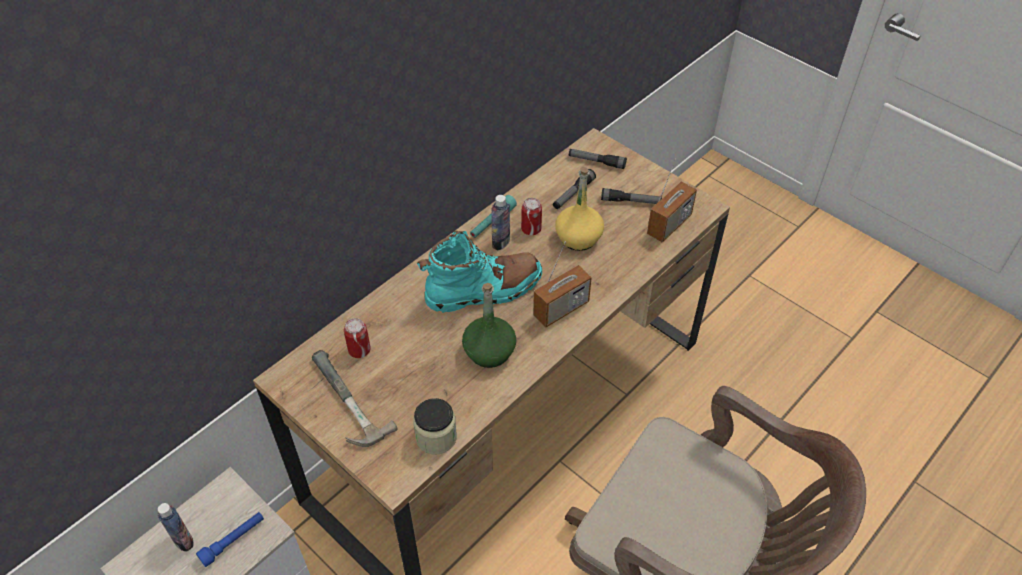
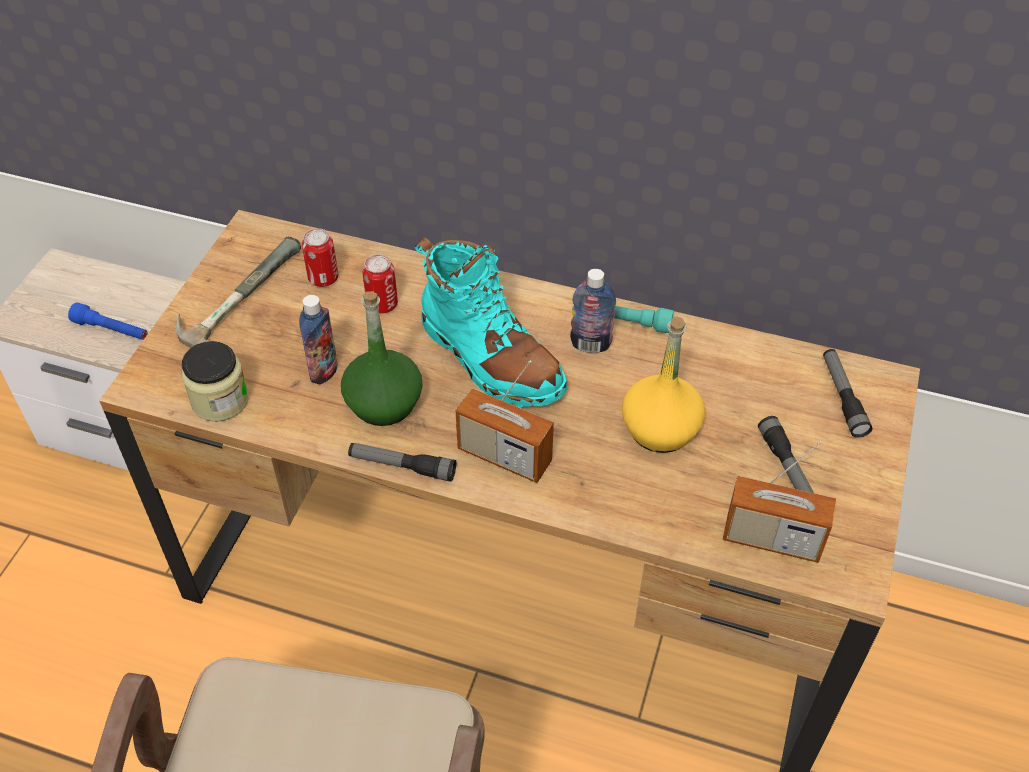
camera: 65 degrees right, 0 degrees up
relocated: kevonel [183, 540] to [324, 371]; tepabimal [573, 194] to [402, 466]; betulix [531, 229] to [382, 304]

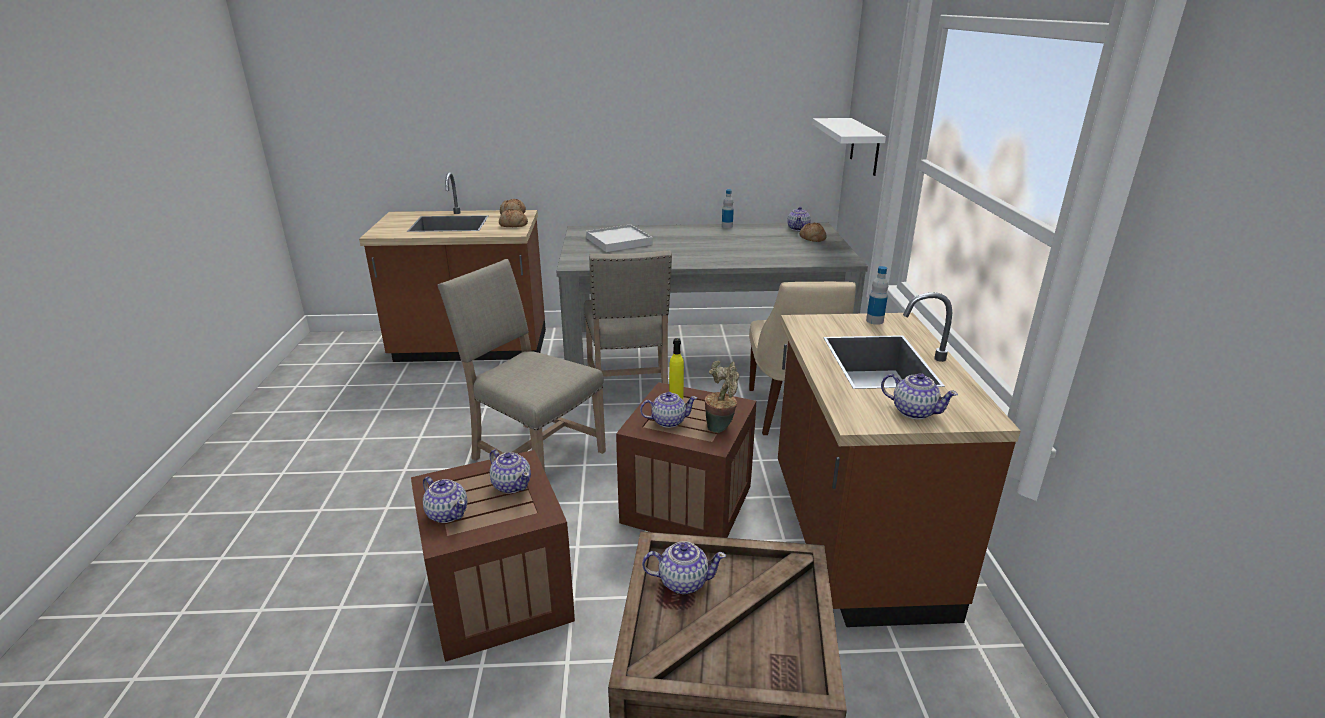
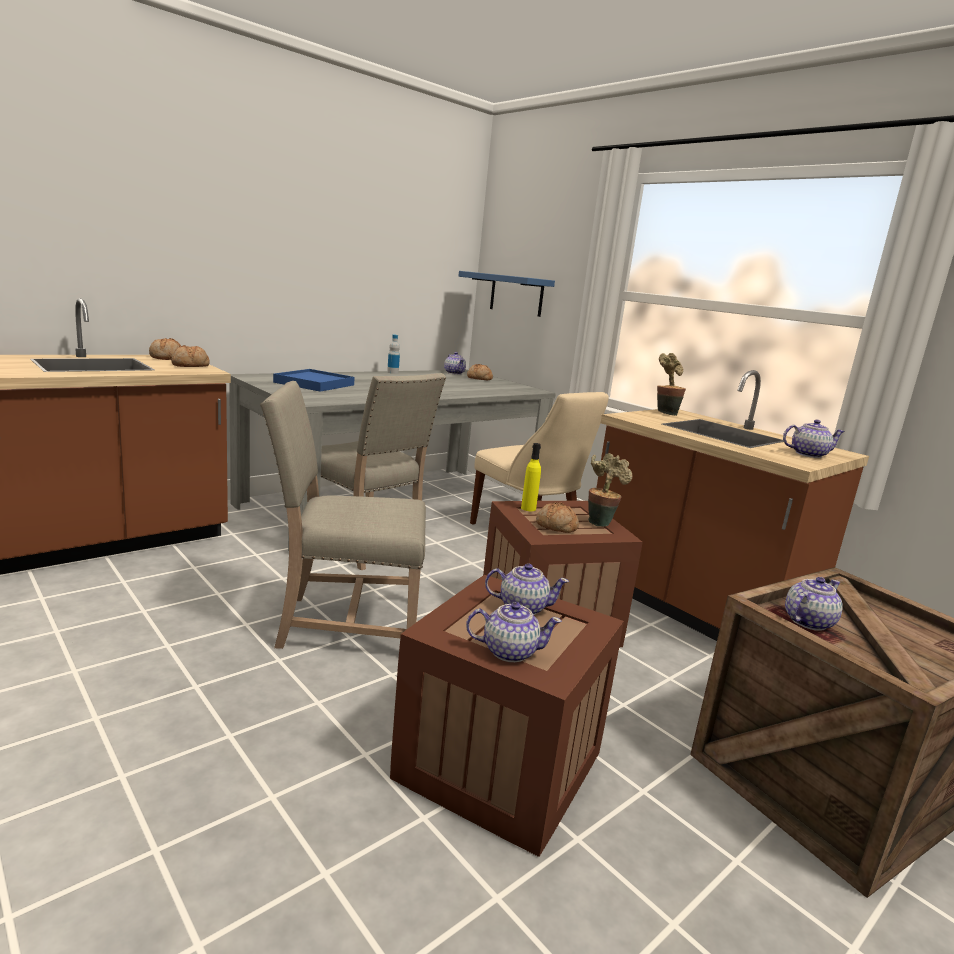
camera: 40 degrees left, 10 degrees down
exchanged: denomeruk [668, 421] to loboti [556, 526]; kevonel [874, 321] to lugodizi [665, 413]
colour: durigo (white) [619, 241] to durigo (blue) [314, 384]; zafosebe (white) [865, 146] to zafosebe (blue) [516, 294]

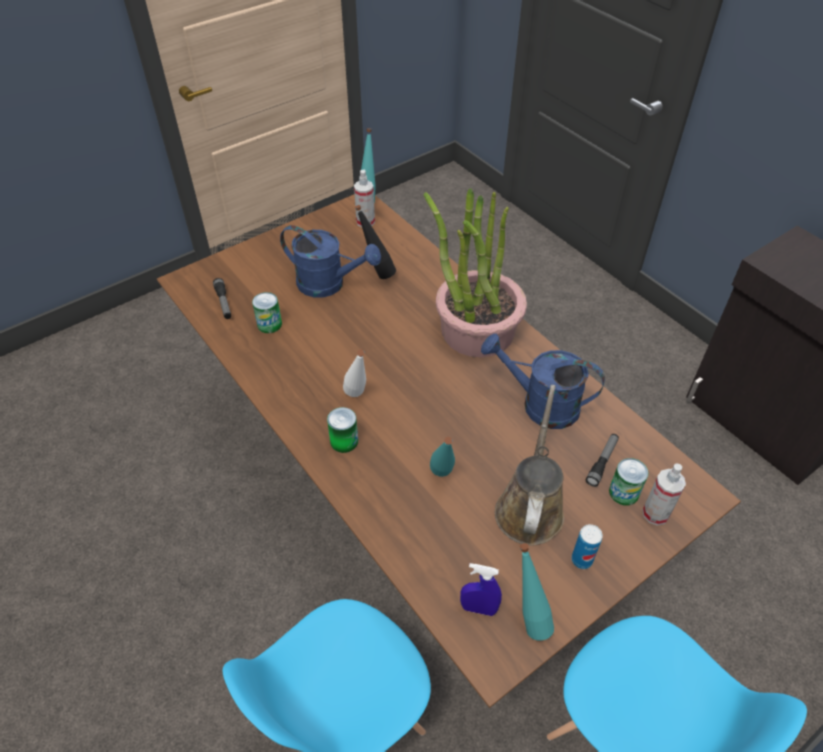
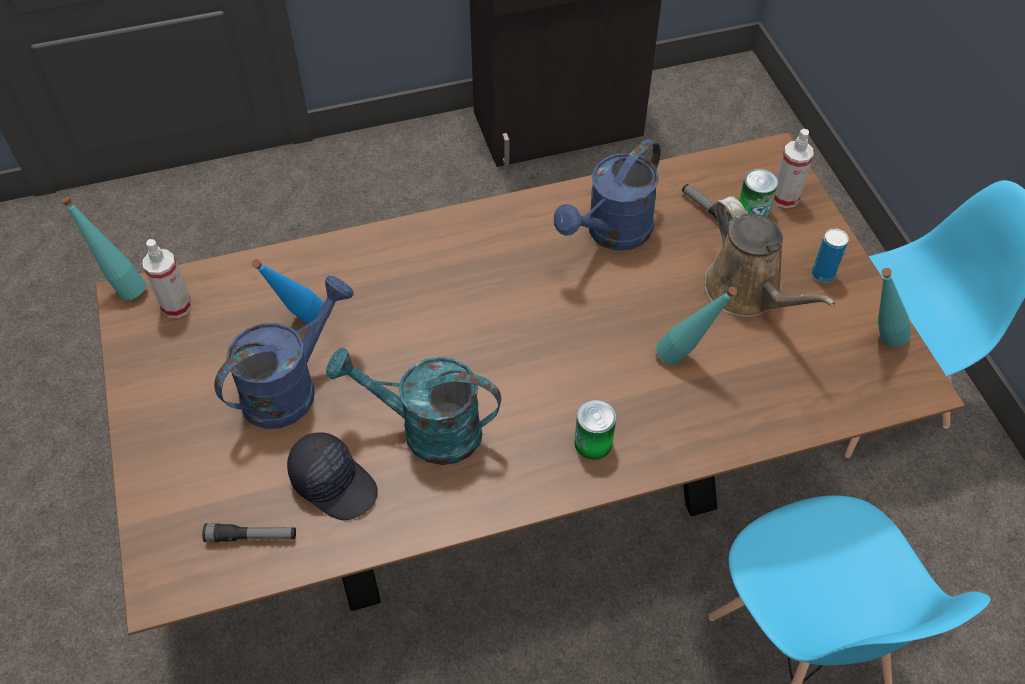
camera: 70 degrees left, 5 degrees up
missing: kevonel (white) [358, 398]; lugodizi [476, 330]; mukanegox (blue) [478, 608]
appeared: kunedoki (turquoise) [427, 430]
exchanged: betulix [269, 324] to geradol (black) [334, 482]
colour: kevonel (black) [377, 273] to kevonel (blue) [299, 323]
spun: kunedoki (brown) [530, 507] = [747, 293] 150 degrees counterclockwise

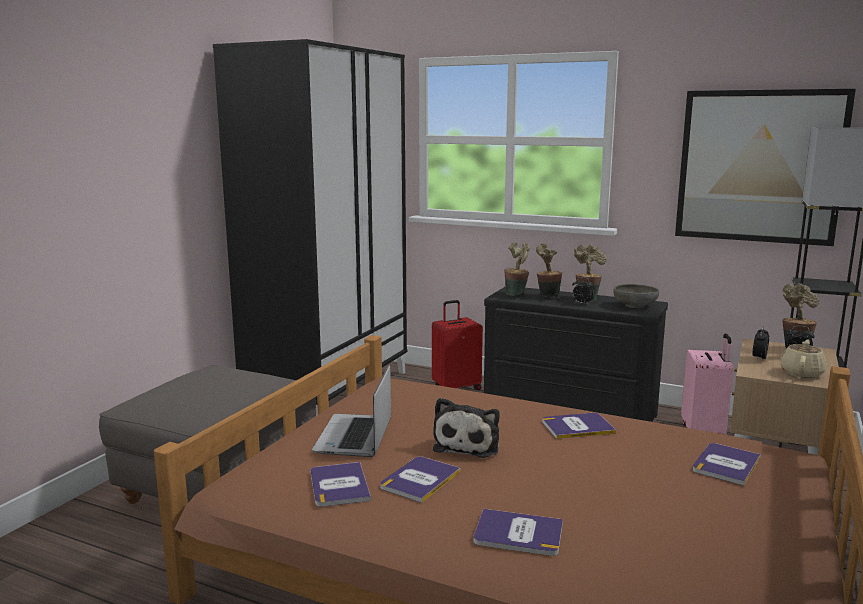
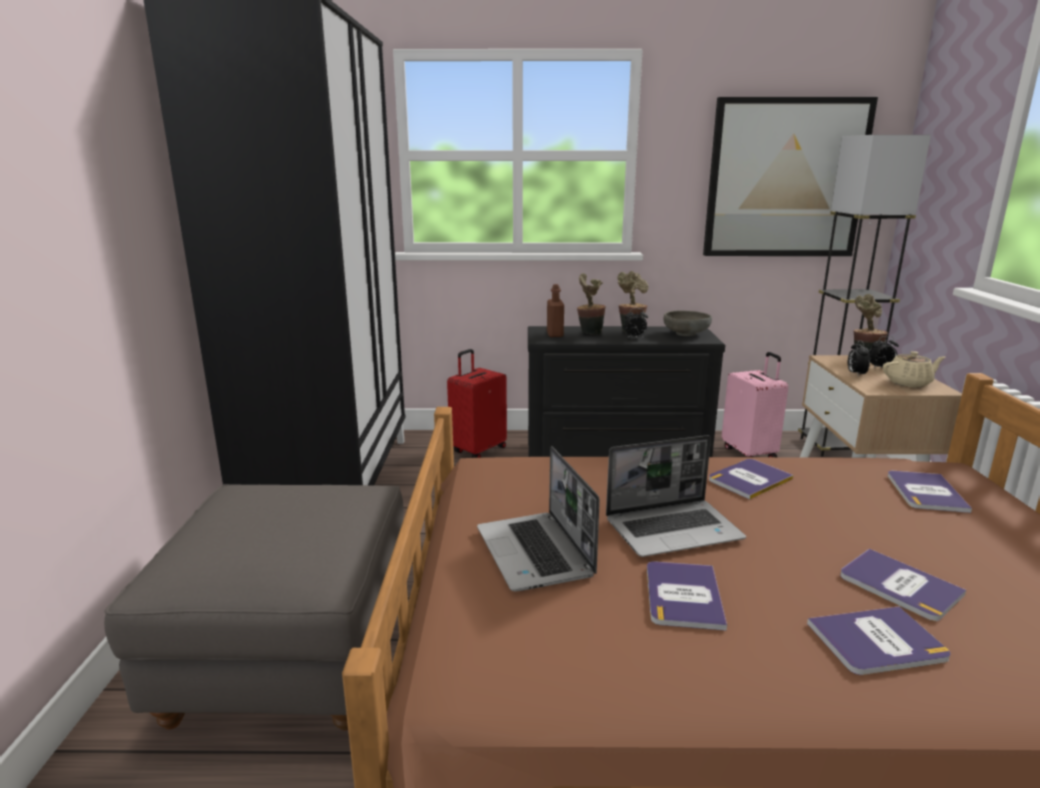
camera: 25 degrees left, 5 degrees up
relocated: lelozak [339, 485] to [899, 585]
exchanged: lugodizi [517, 294] to kevonel (brown) [555, 334]; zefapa [468, 444] to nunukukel [674, 529]
spun: denomeruk (beige) [802, 373] = [909, 383] 75 degrees clockwise

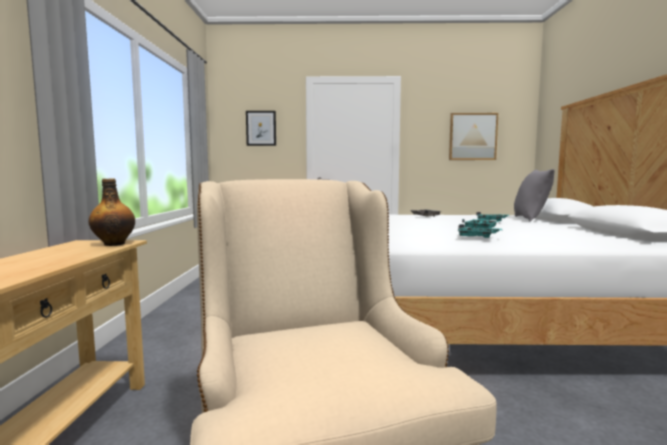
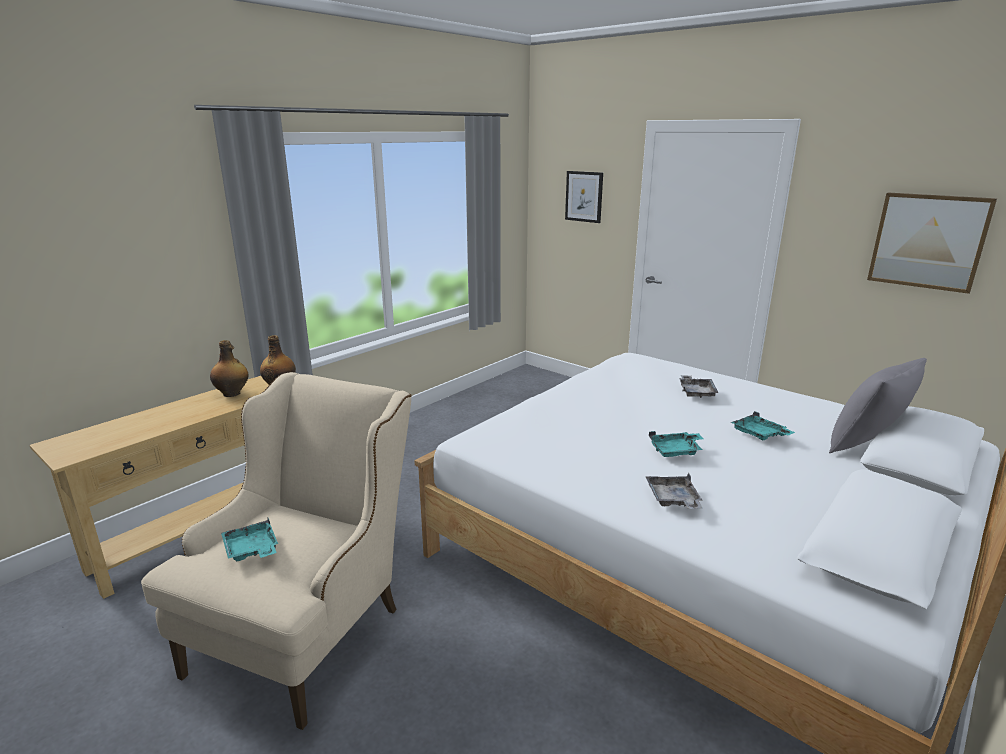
camera: 40 degrees right, 15 degrees up
appeared: kevonel [232, 394]; durigo (grey) [673, 499]
relocated: durigo (turquoise) [477, 237] to [252, 549]

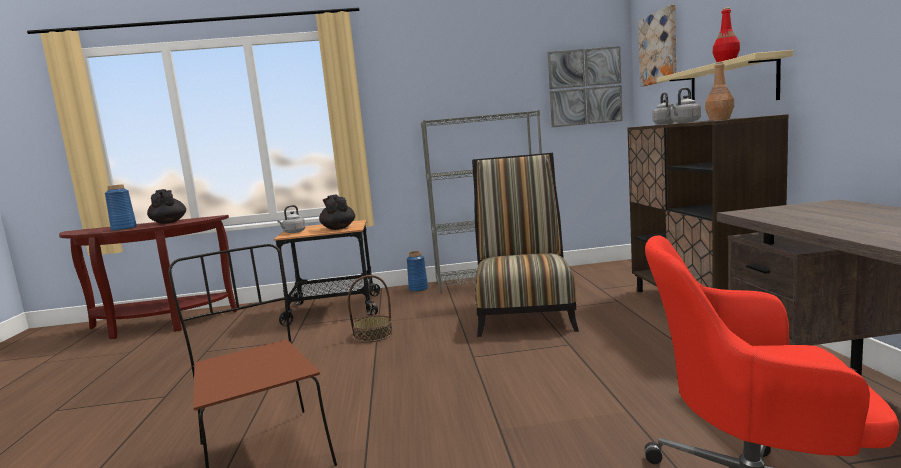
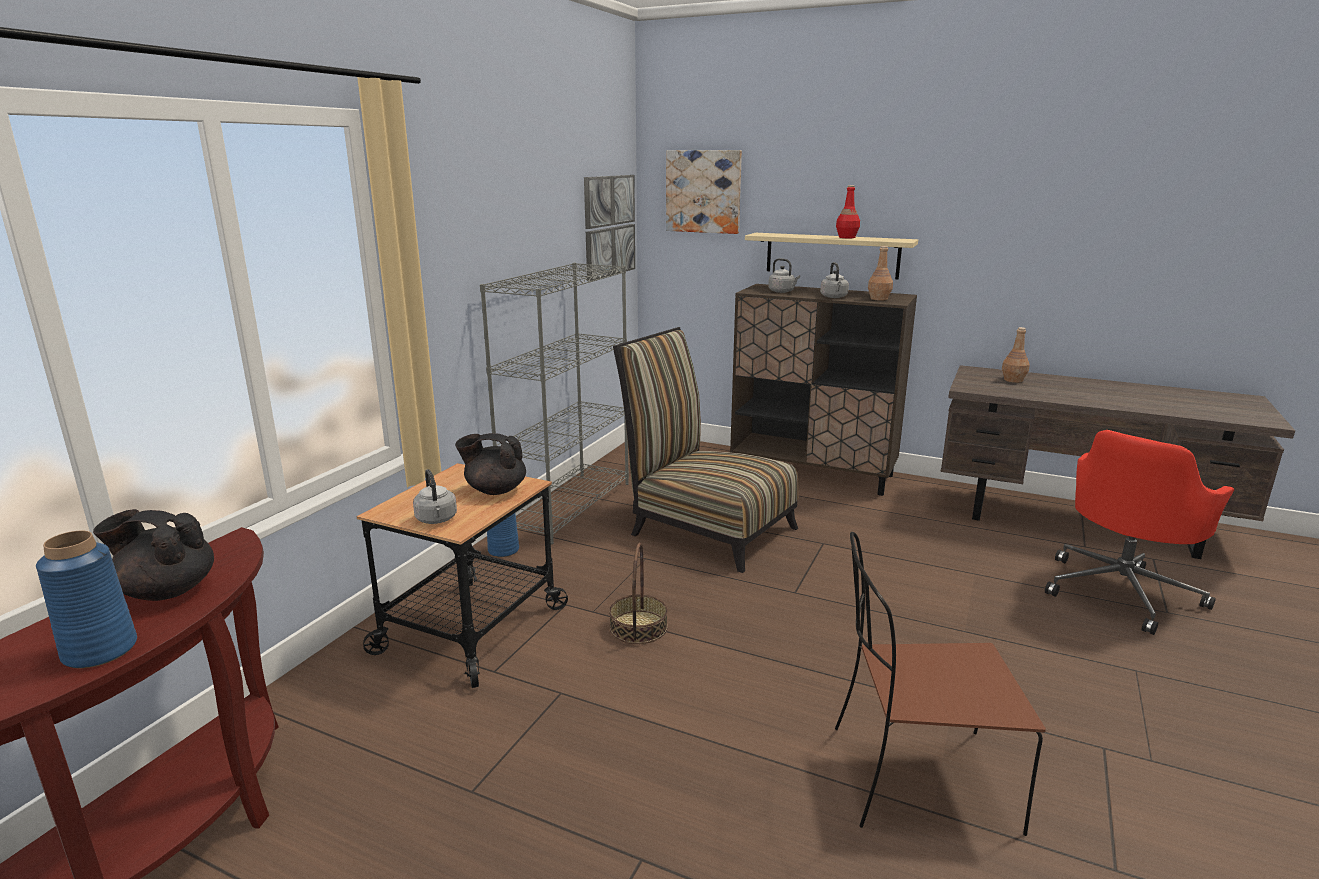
camera: 60 degrees left, 10 degrees up
appeared: kevonel (brown) [1013, 380]

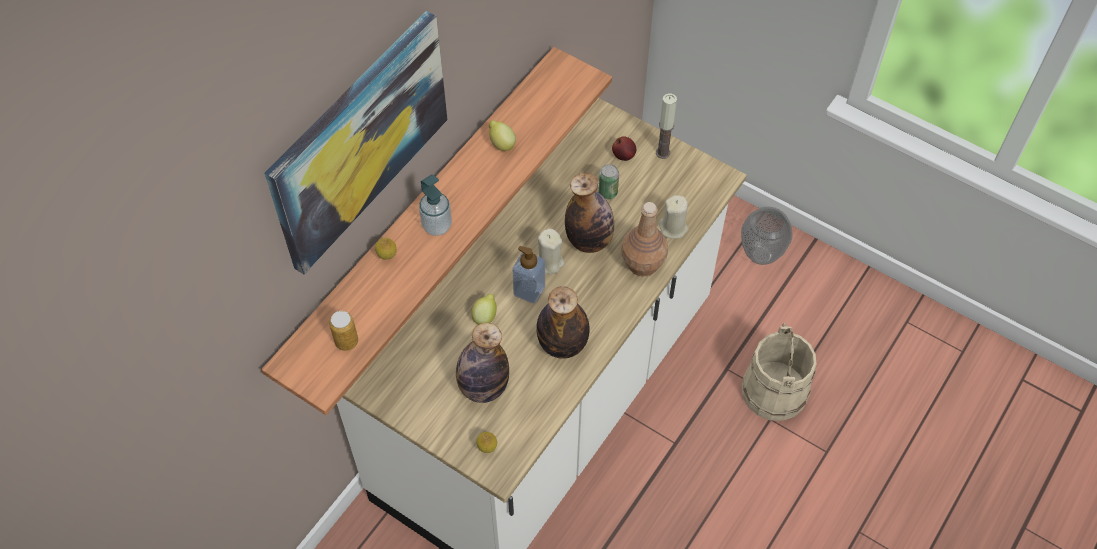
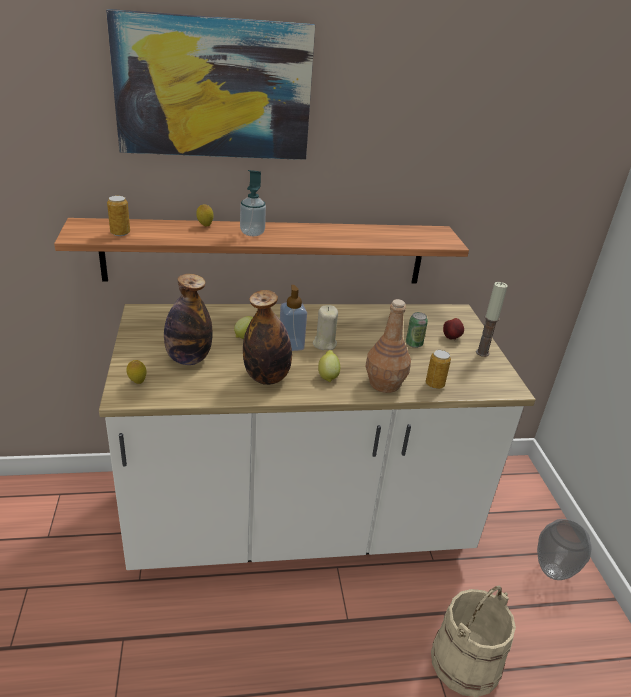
camera: 45 degrees right, 25 degrees down
missing: kevonel [589, 240]
relocated: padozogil [501, 144] to [328, 376]
exchanged: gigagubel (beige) [673, 228] to betulix [434, 384]

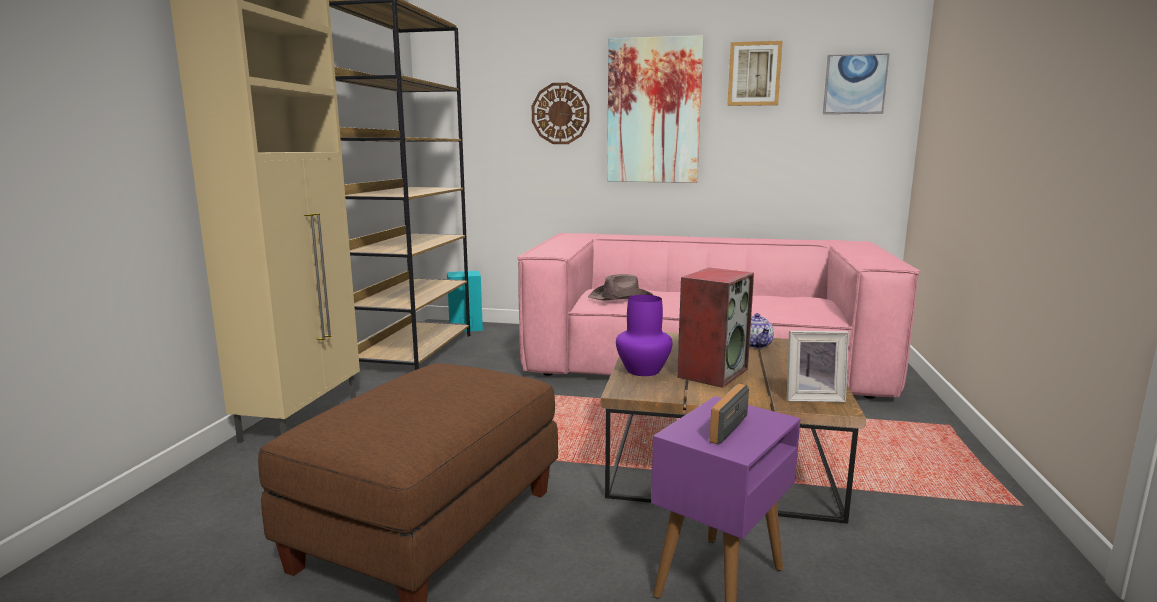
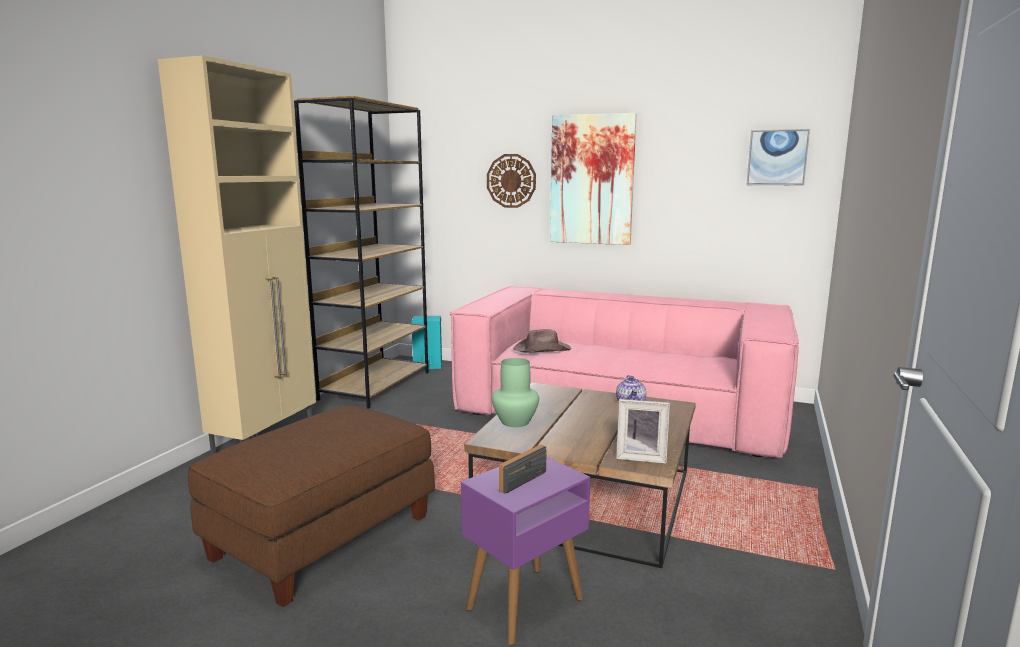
camera: 10 degrees right, 0 degrees up
missing: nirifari [712, 372]; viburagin [754, 74]
colour: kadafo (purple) [644, 370] to kadafo (green) [516, 421]

